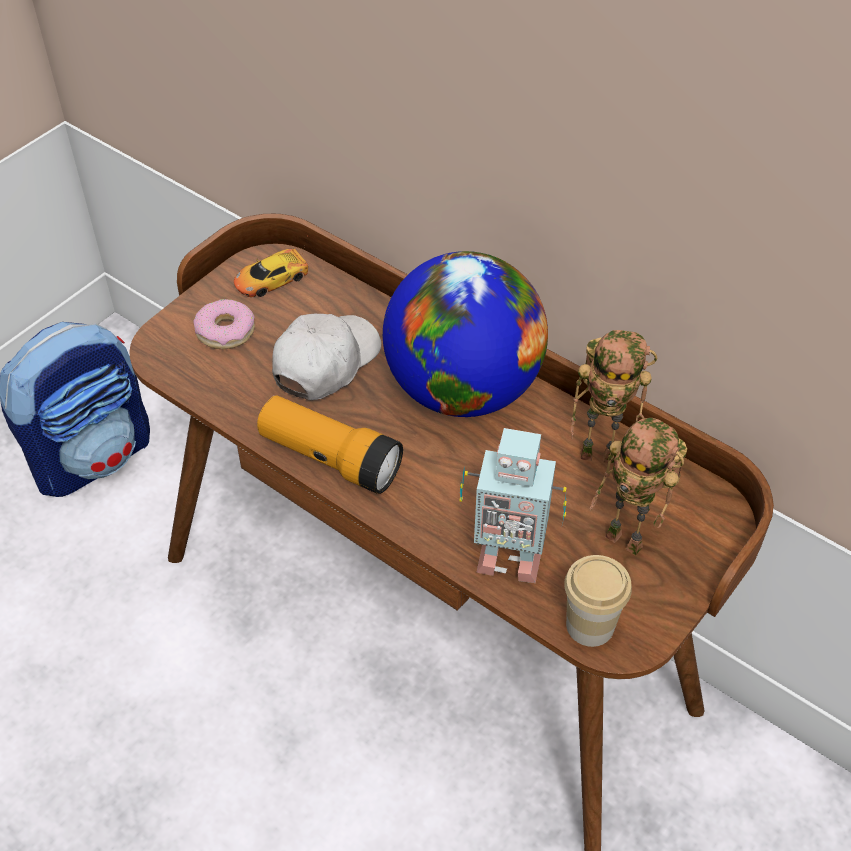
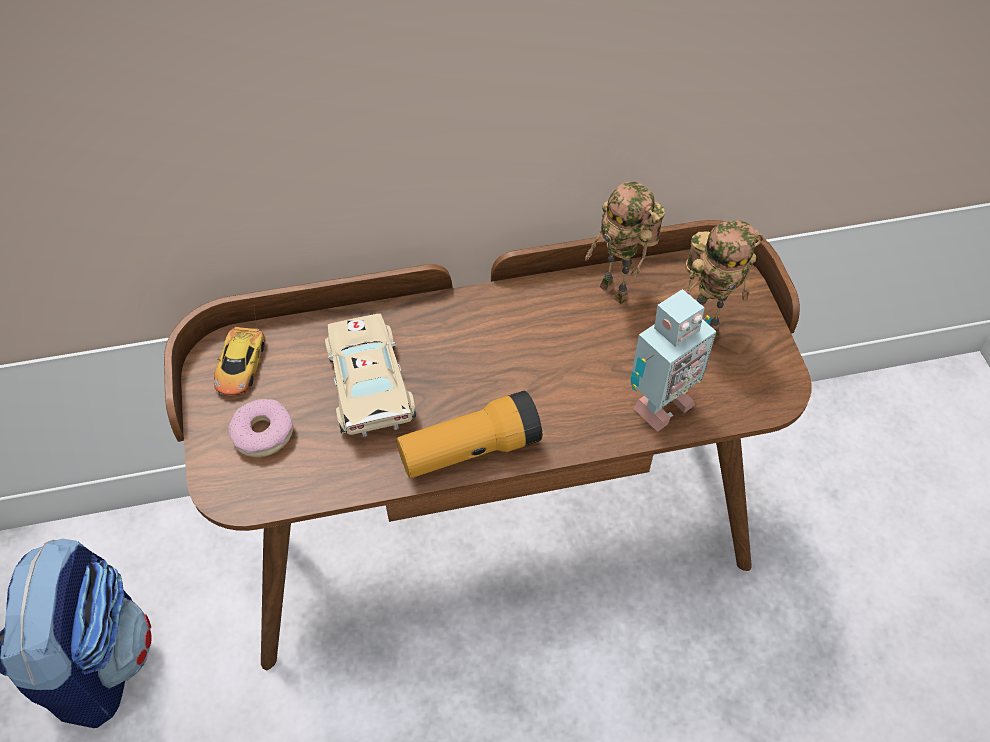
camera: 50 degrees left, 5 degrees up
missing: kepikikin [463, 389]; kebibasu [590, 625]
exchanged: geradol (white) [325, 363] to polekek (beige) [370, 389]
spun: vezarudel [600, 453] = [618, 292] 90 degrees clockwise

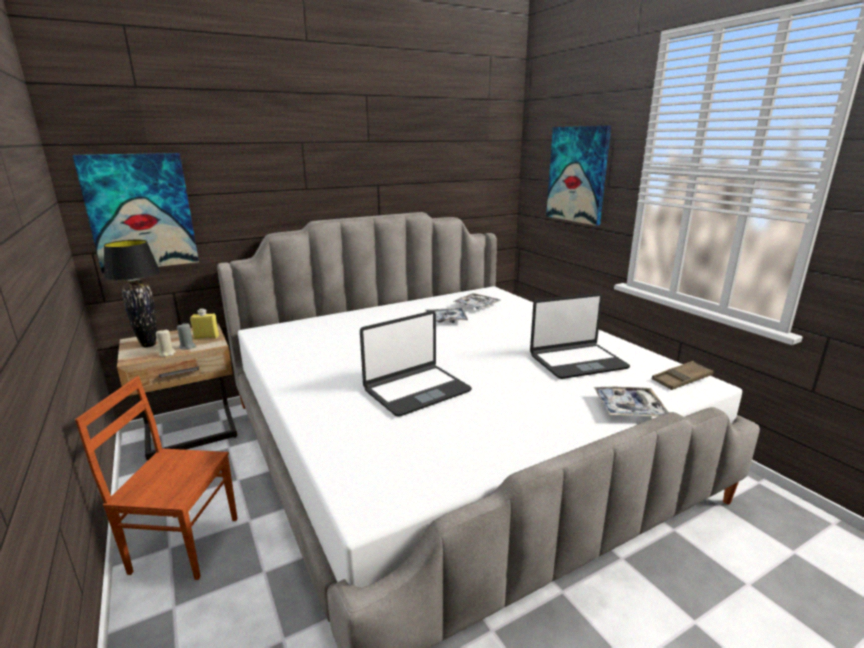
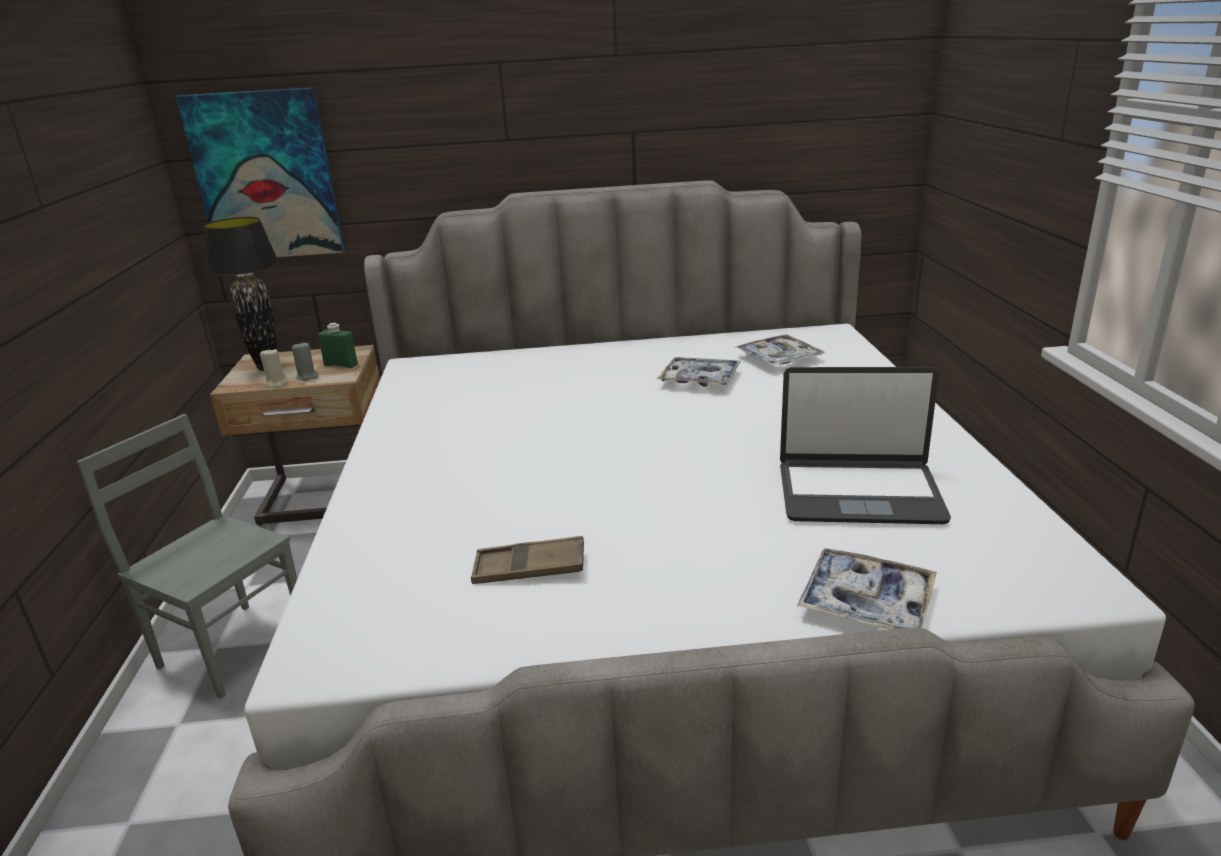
camera: 25 degrees right, 5 degrees up
missing: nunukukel [416, 390]; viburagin [577, 174]
relocated: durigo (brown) [681, 379] to [529, 568]
colour: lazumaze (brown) [185, 543] to lazumaze (grey) [234, 647]; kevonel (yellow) [206, 337] to kevonel (green) [341, 365]

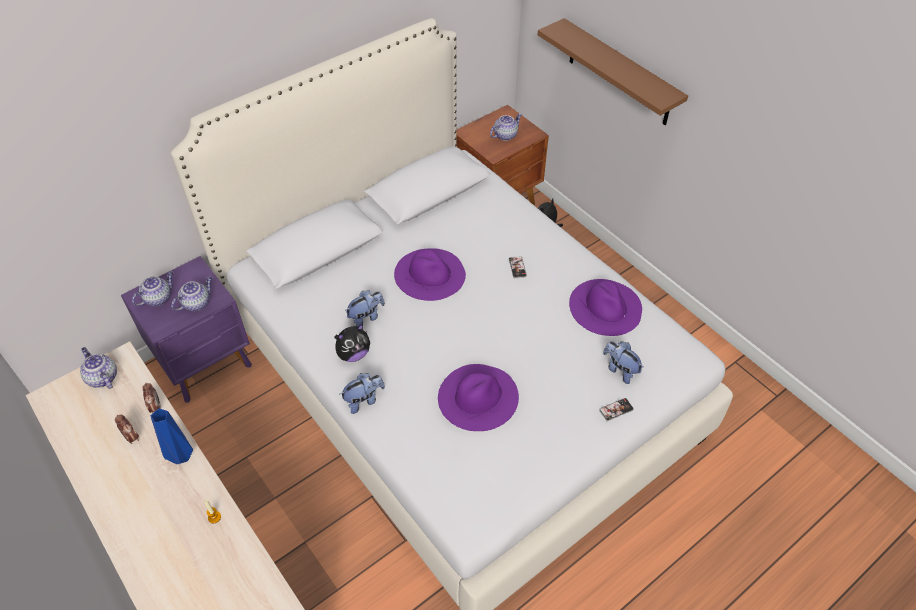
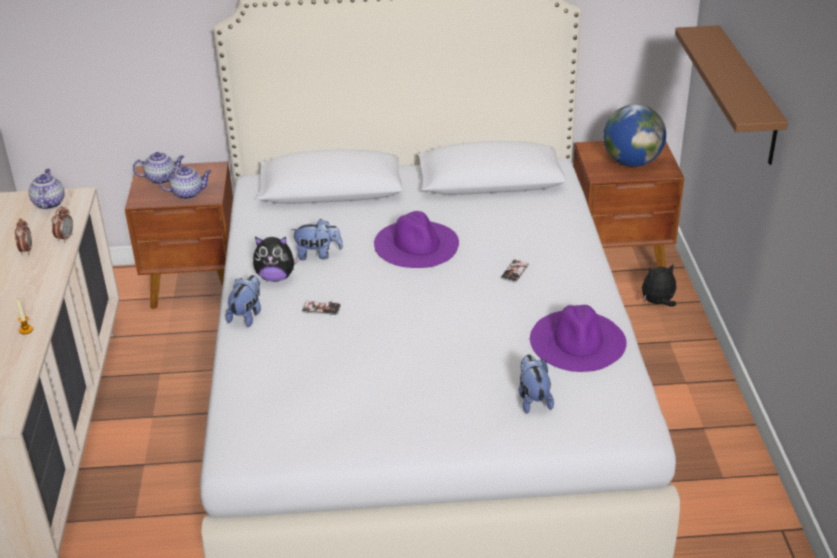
camera: 35 degrees right, 15 degrees down
missing: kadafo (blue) [180, 457]; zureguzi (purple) [478, 396]
relocated: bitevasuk [616, 409] to [321, 308]
exchanged: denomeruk [505, 135] to kepikikin [631, 162]
colour: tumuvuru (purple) [207, 364] to tumuvuru (brown) [197, 286]
spun: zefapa [364, 400] = [247, 315] 75 degrees counterclockwise

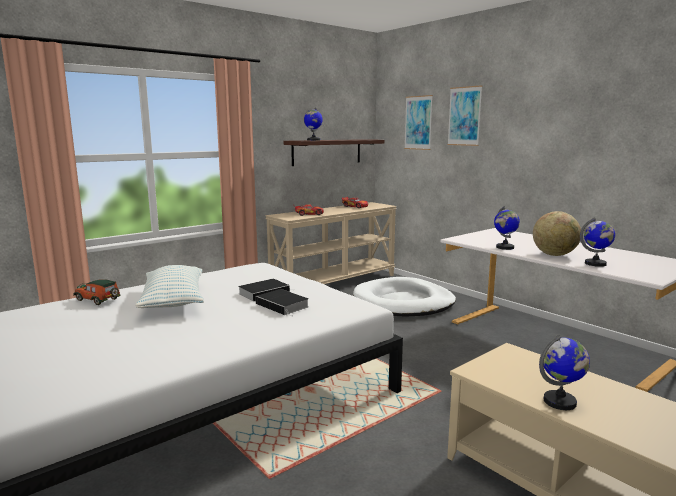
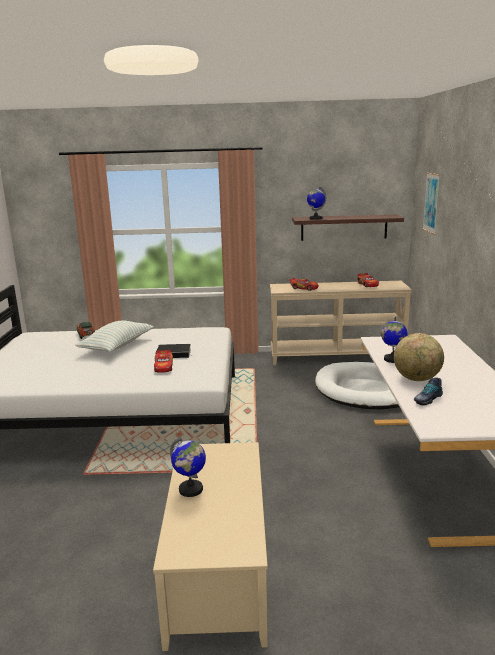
camera: 40 degrees right, 5 degrees up
missing: viburagin [464, 116]
exchanged: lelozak [283, 305] to polekek [164, 366]; kepikikin [595, 264] to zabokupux [427, 399]

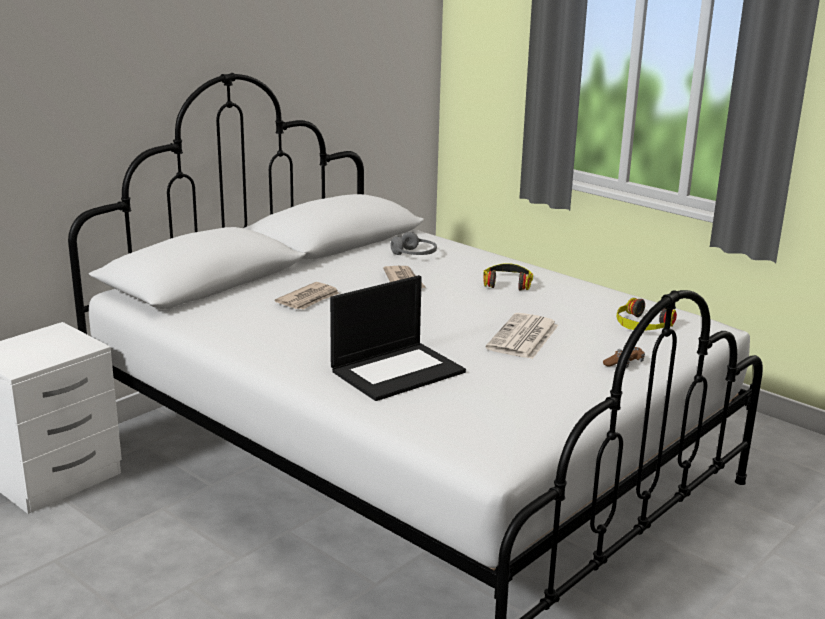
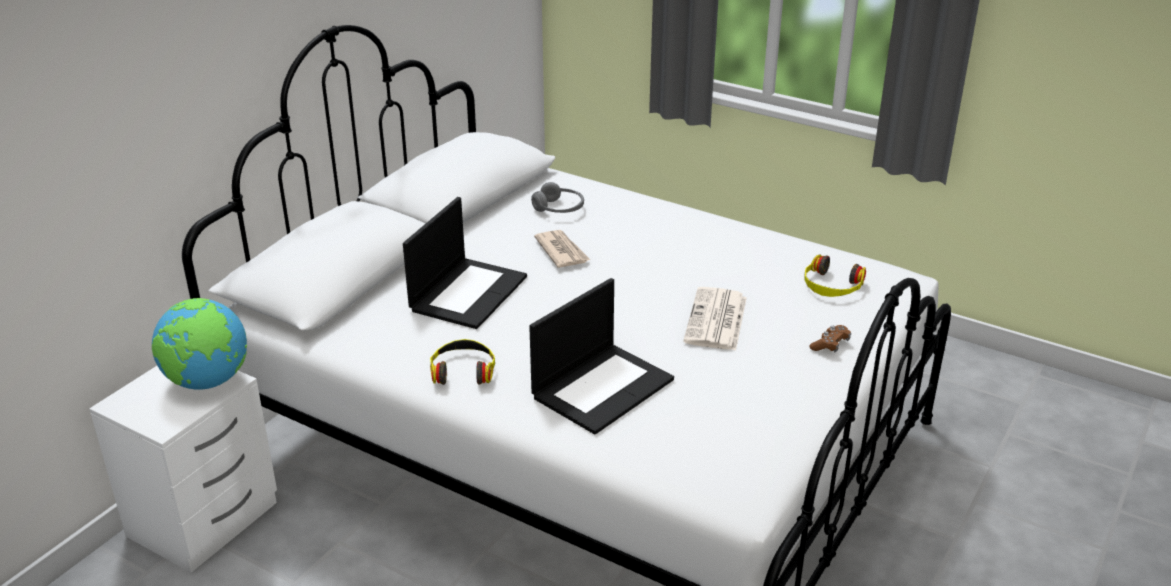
camera: 10 degrees left, 10 degrees up
appeared: kepikikin [207, 381]
relocated: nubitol [507, 283] to [463, 370]
exchanged: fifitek [309, 299] to nunukukel [468, 292]

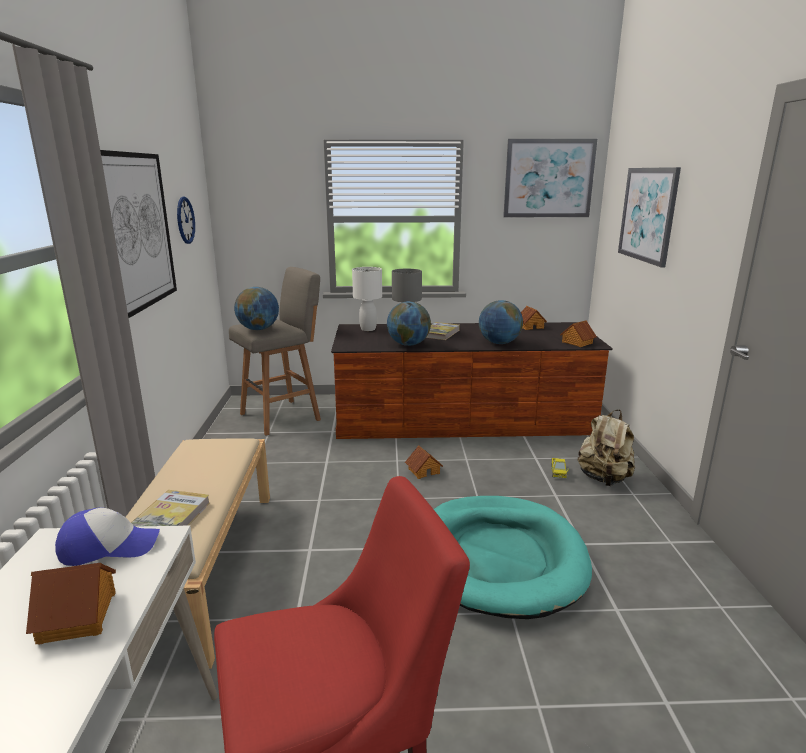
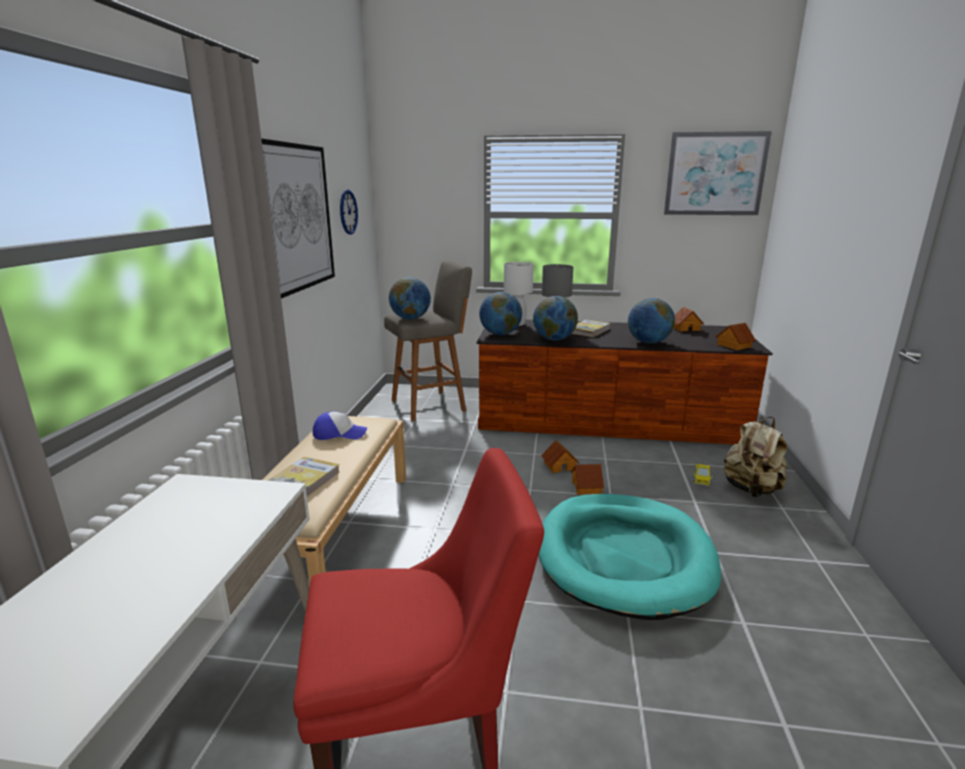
camera: 10 degrees right, 0 degrees up
missing: viburagin [647, 214]
appeared: kepikikin [500, 334]
relocated: geradol [109, 546] to [339, 434]; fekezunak [79, 616] to [587, 487]

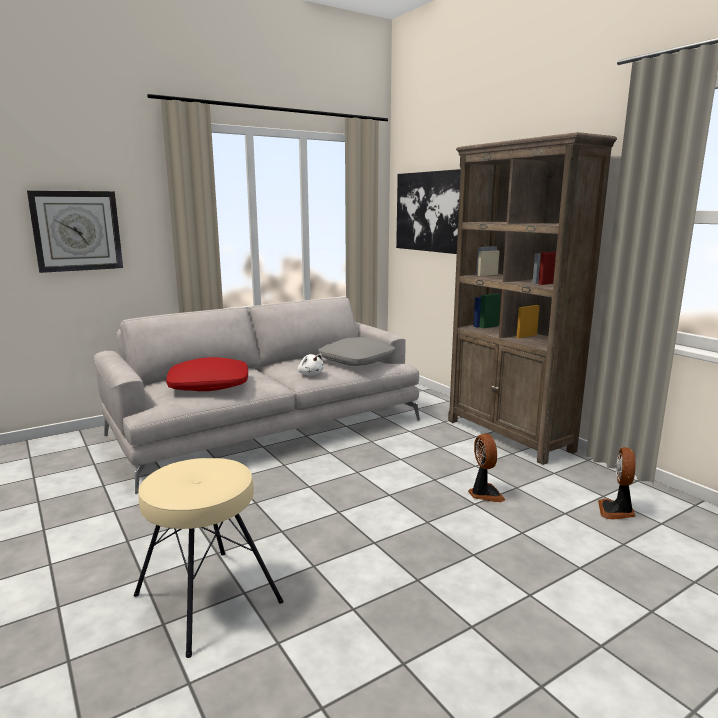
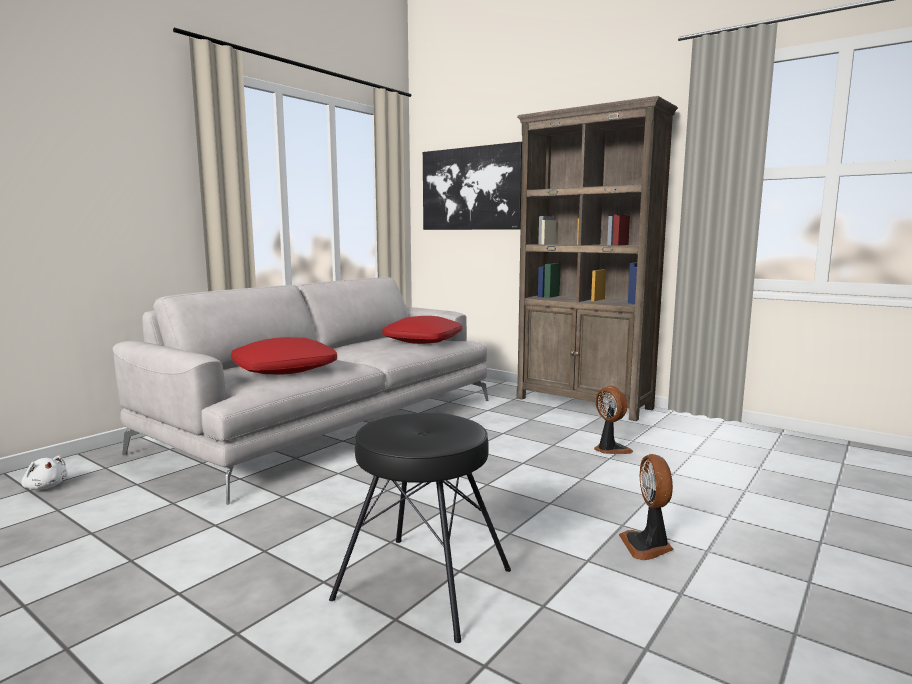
camera: 20 degrees left, 5 degrees down
missing: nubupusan [77, 231]
relocated: zefapa (white) [310, 374] to [46, 486]; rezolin [616, 511] to [647, 546]
colour: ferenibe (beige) [206, 599] to ferenibe (black) [423, 585]; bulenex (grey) [356, 361] to bulenex (red) [422, 340]

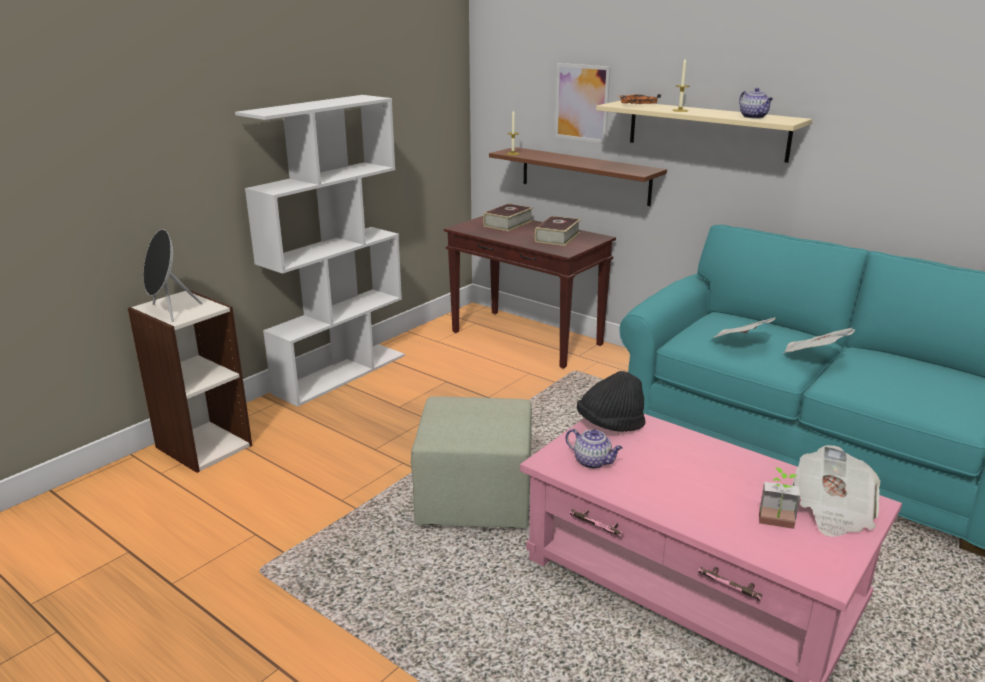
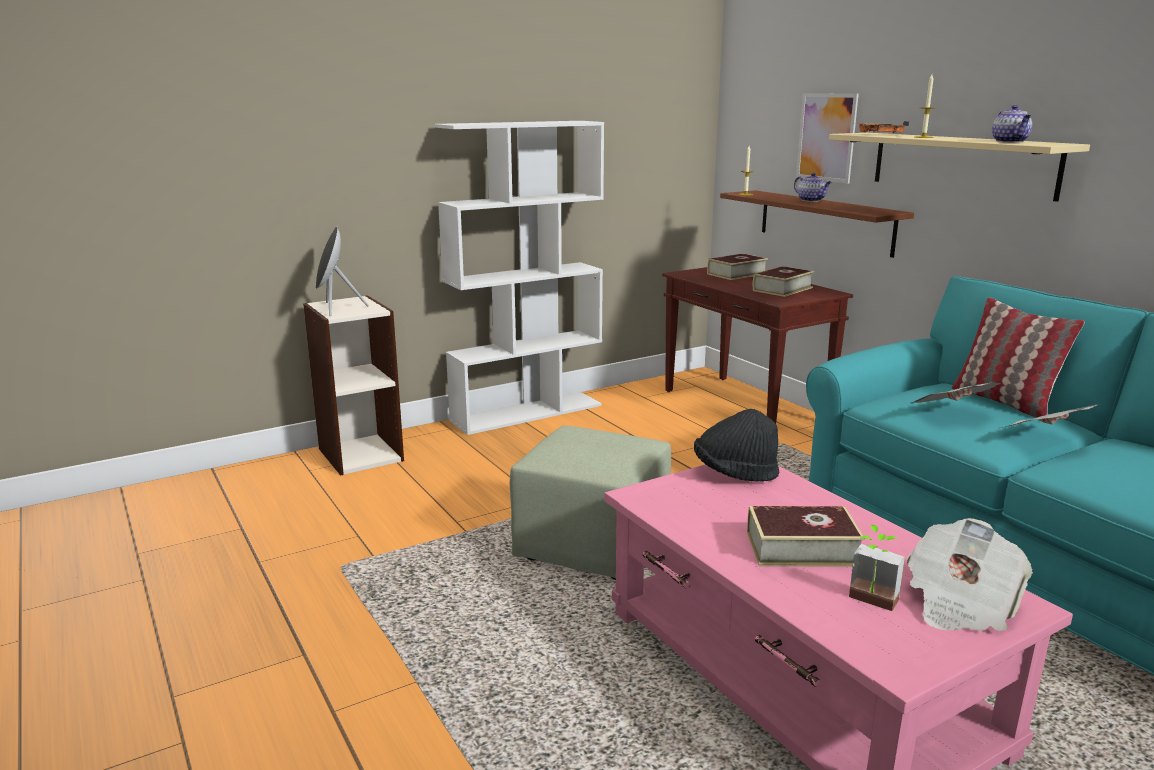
camera: 20 degrees right, 5 degrees down
appeared: lelozak [801, 548]; bulenex [1004, 402]
relocated: denomeruk [593, 462] to [811, 200]

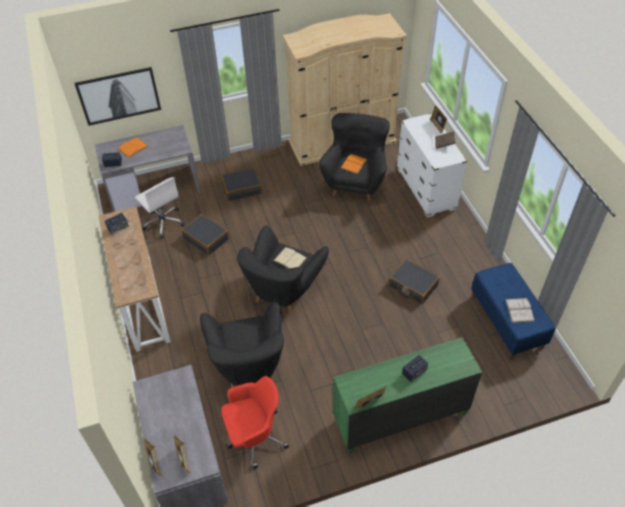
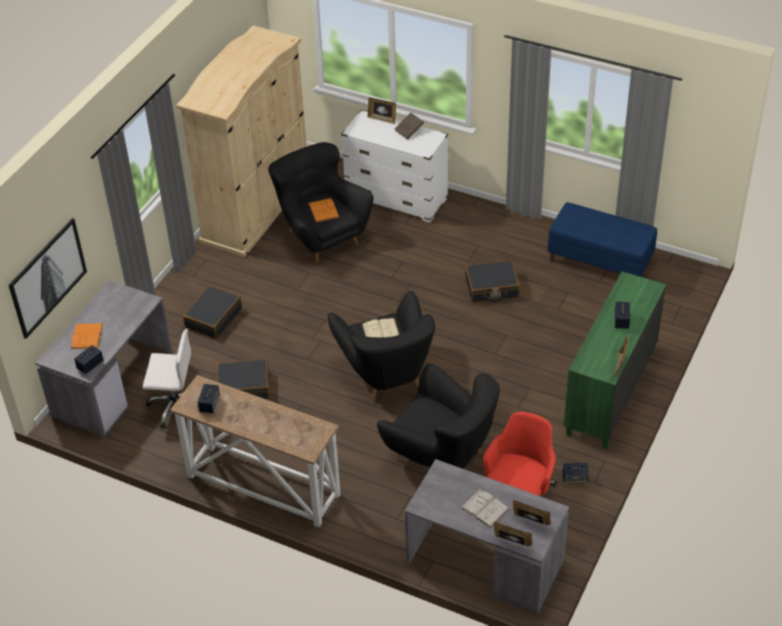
camera: 45 degrees left, 5 degrees down
appeared: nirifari [574, 478]
relocated: lelozak (white) [519, 310] to [484, 508]

